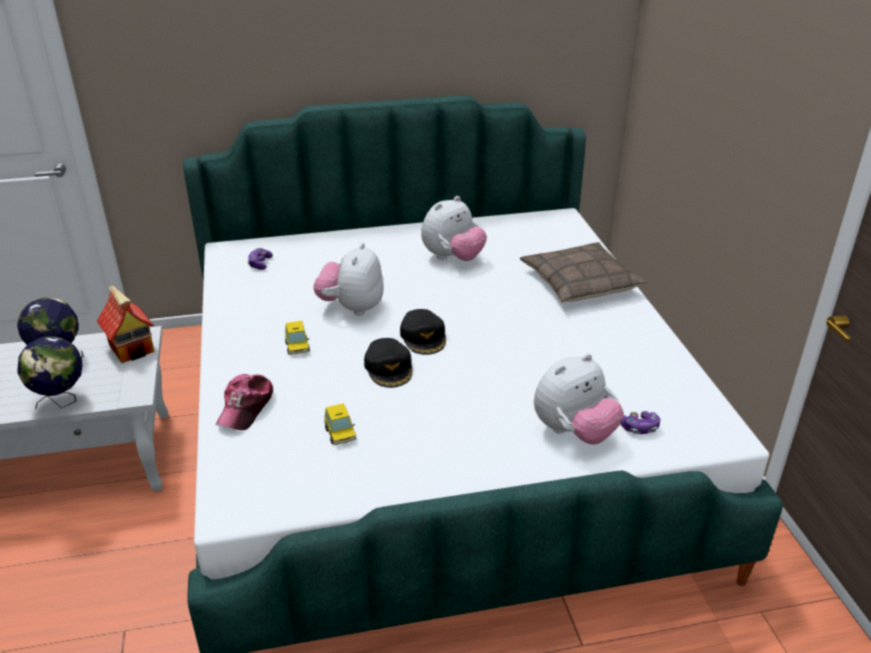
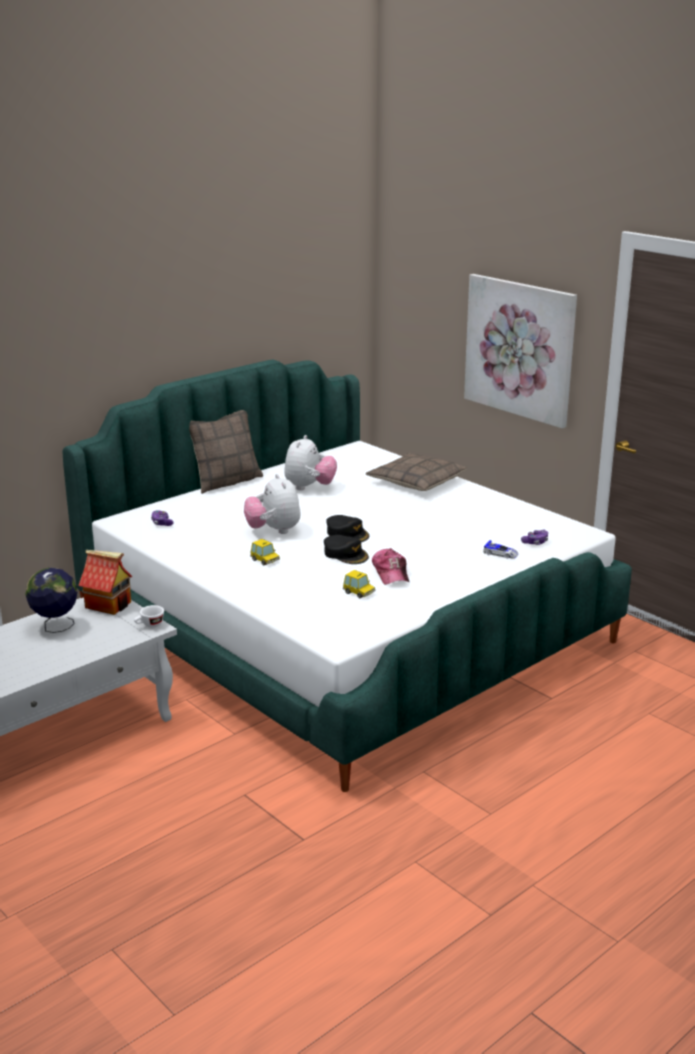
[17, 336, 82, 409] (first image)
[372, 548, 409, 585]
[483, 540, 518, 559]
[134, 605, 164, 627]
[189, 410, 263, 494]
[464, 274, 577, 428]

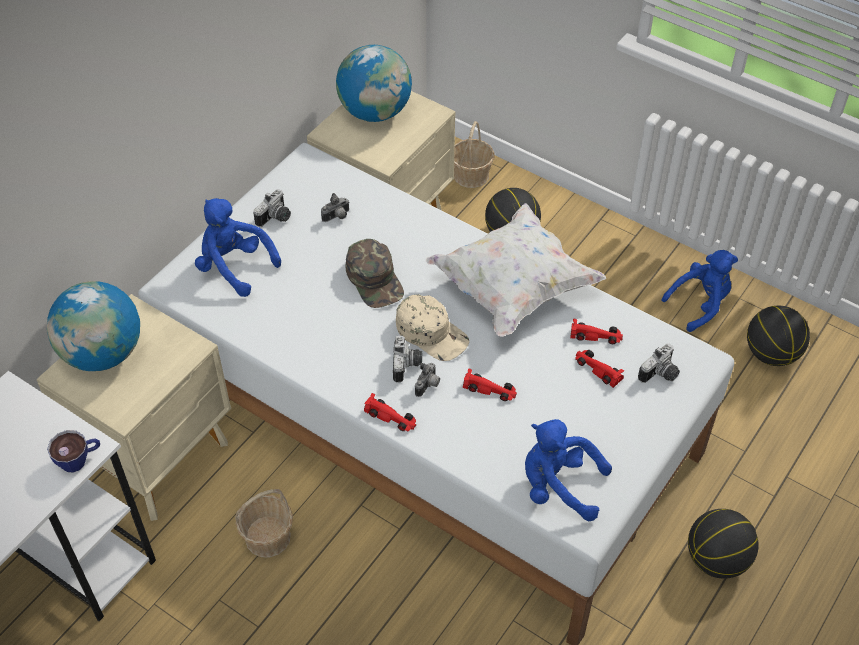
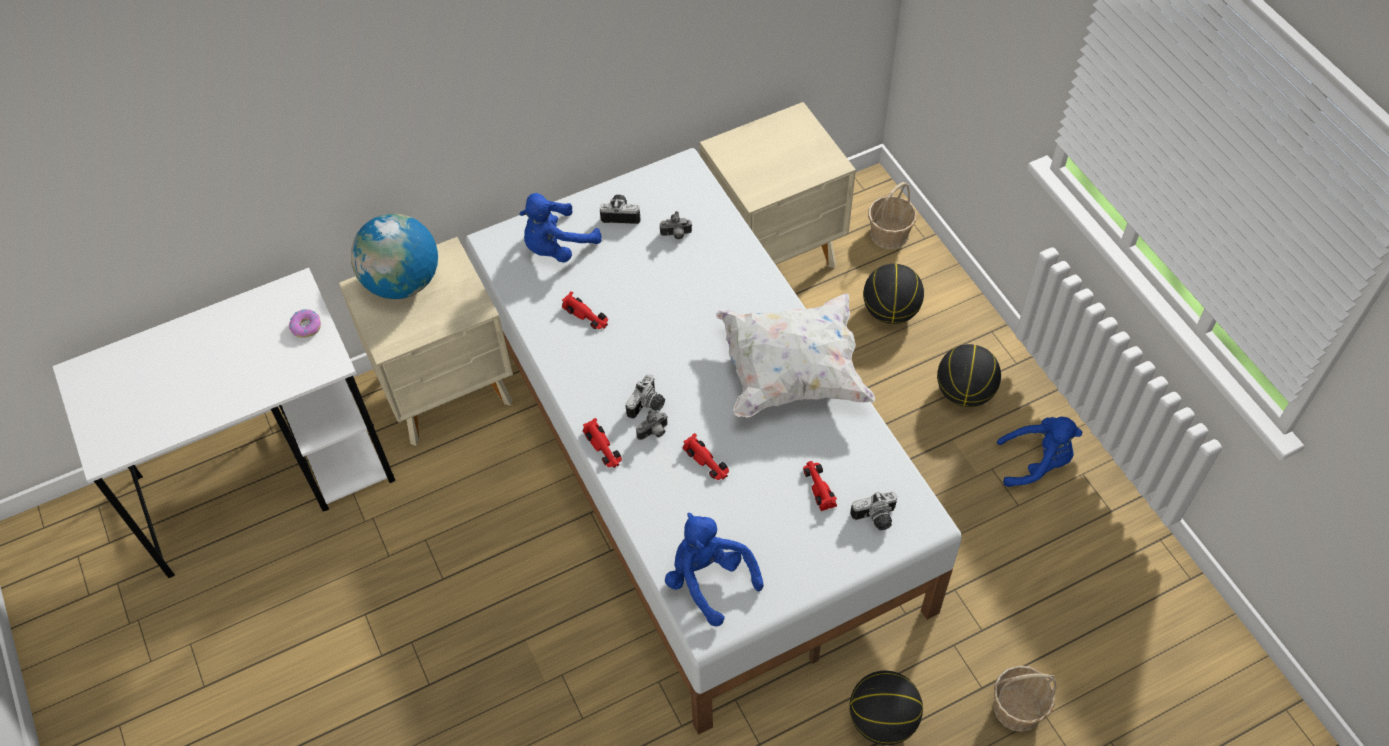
[47, 430, 100, 473] (first image)
[519, 193, 602, 263]
[994, 665, 1057, 732]
[600, 194, 641, 224]
[336, 45, 412, 122] (first image)
[346, 239, 404, 308] (first image)
[396, 294, 469, 361] (first image)
[562, 291, 608, 329]
[937, 344, 1001, 407]
[289, 309, 321, 338]

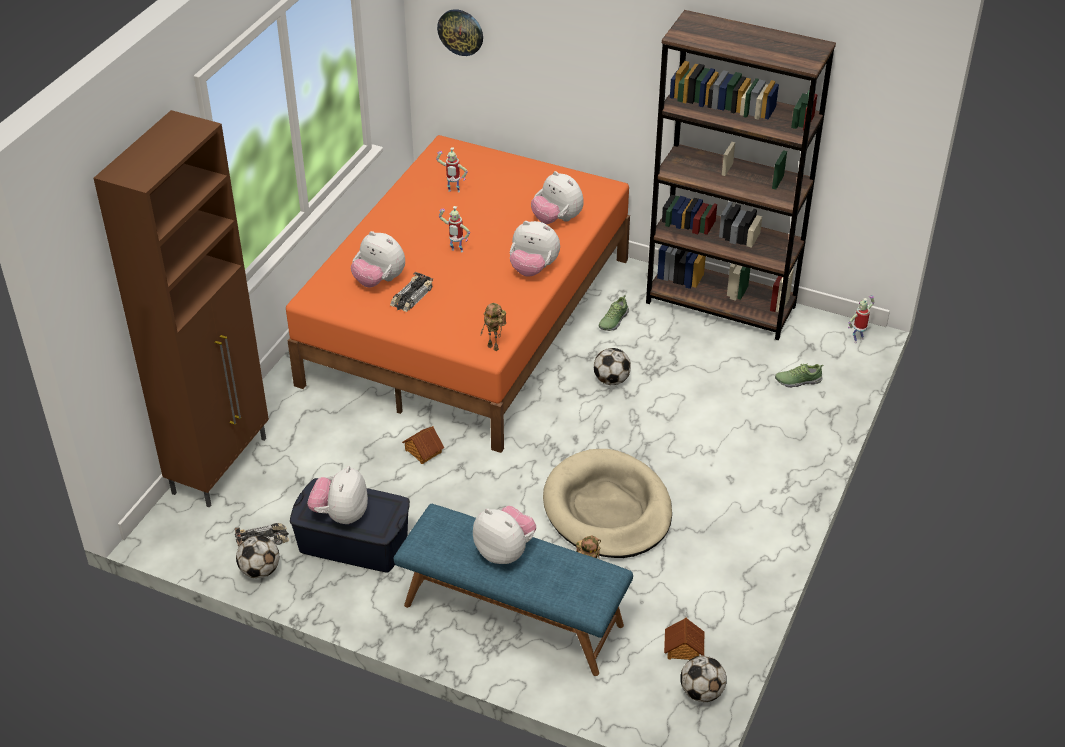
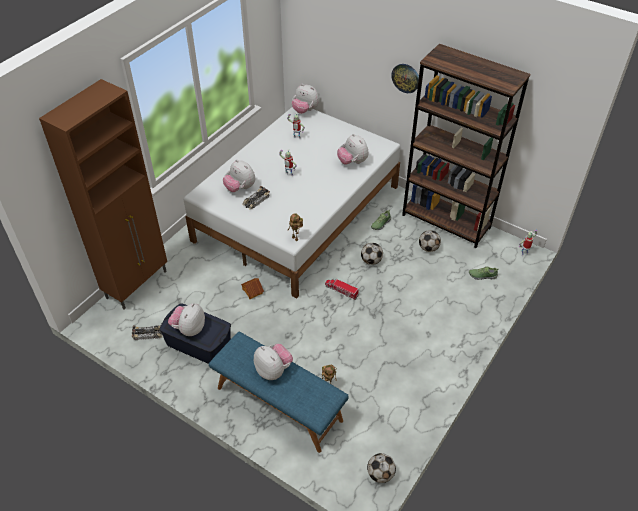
[419, 230, 441, 252]
[184, 107, 400, 298]
[391, 64, 419, 93]
[292, 84, 319, 114]
[543, 449, 672, 558] (first image)
[664, 618, 704, 660] (first image)
[325, 279, 359, 300]

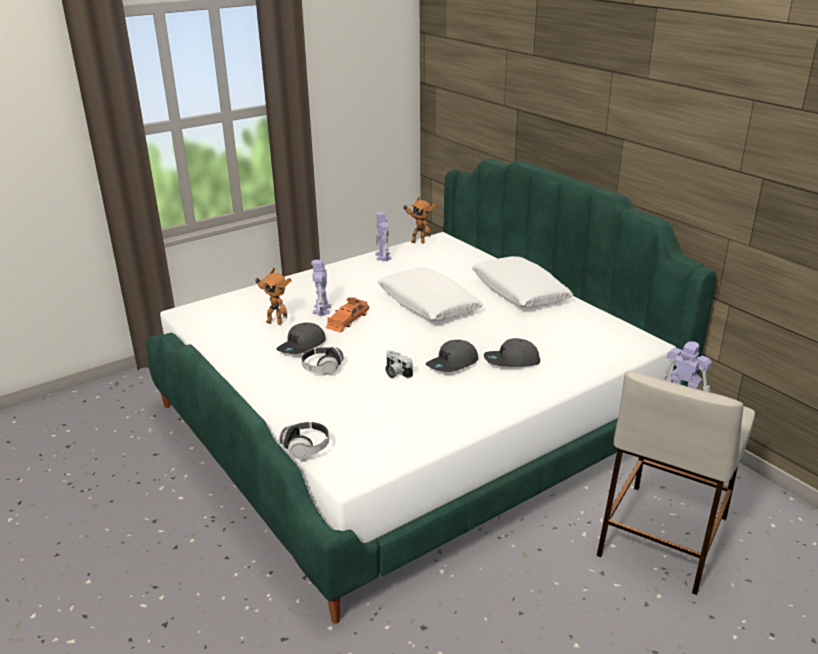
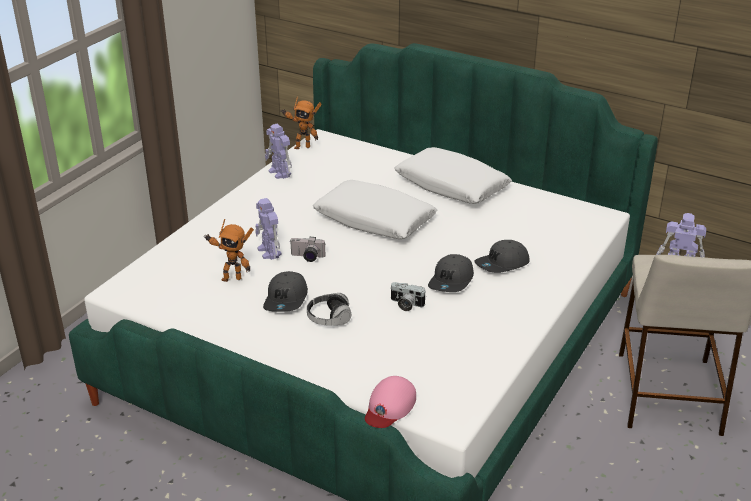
[365, 376, 416, 428]
[290, 237, 326, 262]

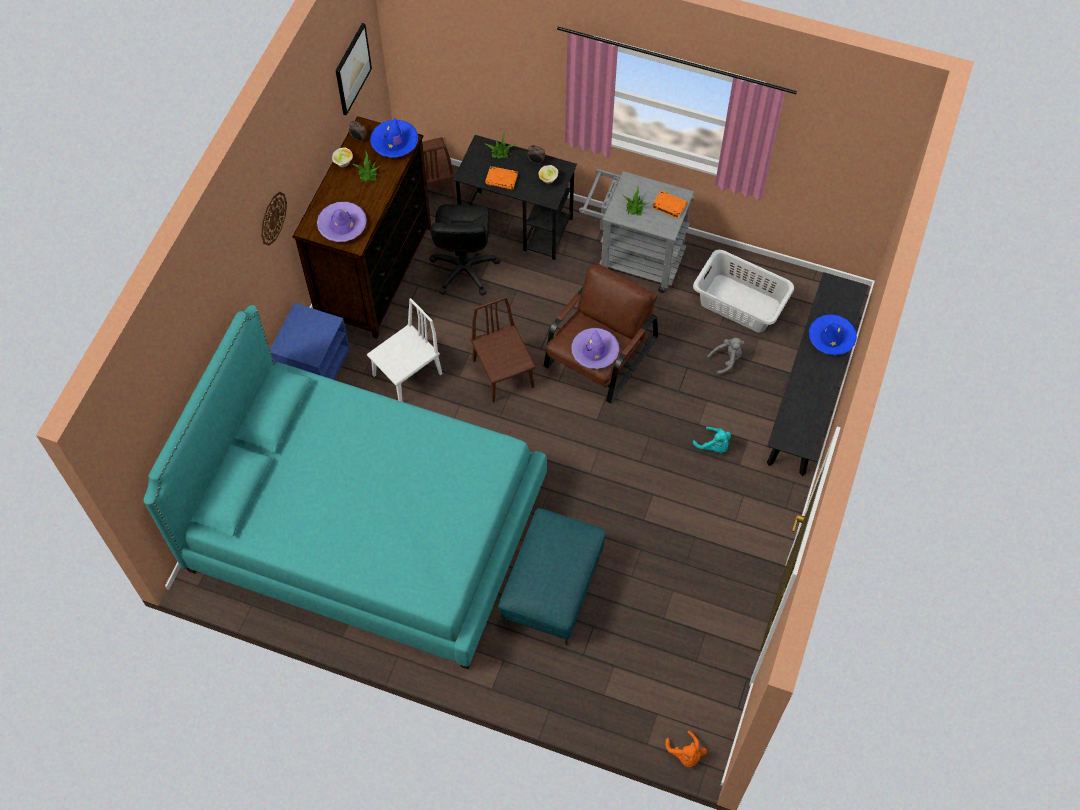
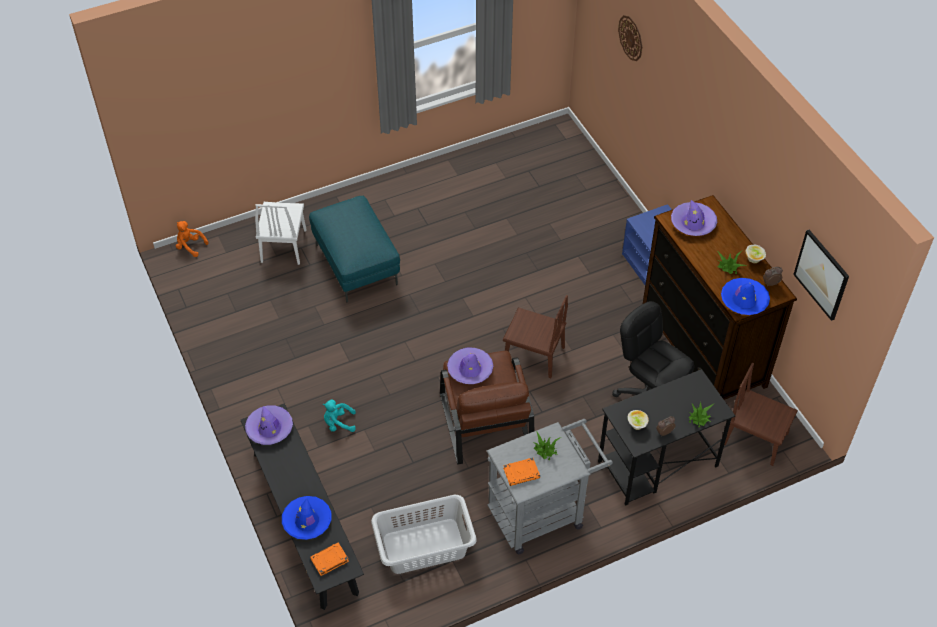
[143, 305, 547, 669] (first image)
[618, 15, 642, 61]
[255, 202, 307, 265]
[310, 542, 349, 576]
[707, 338, 744, 375] (first image)
[245, 406, 293, 445]

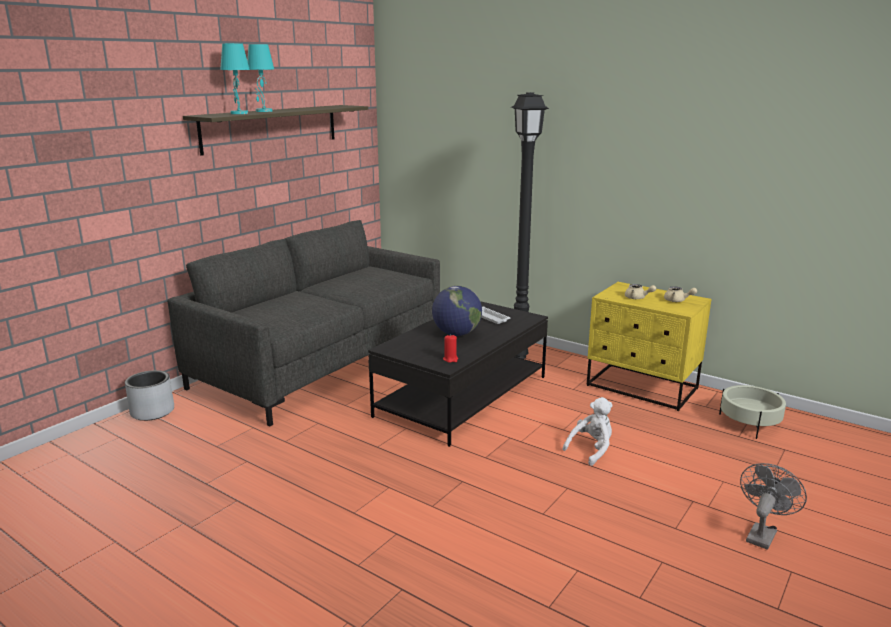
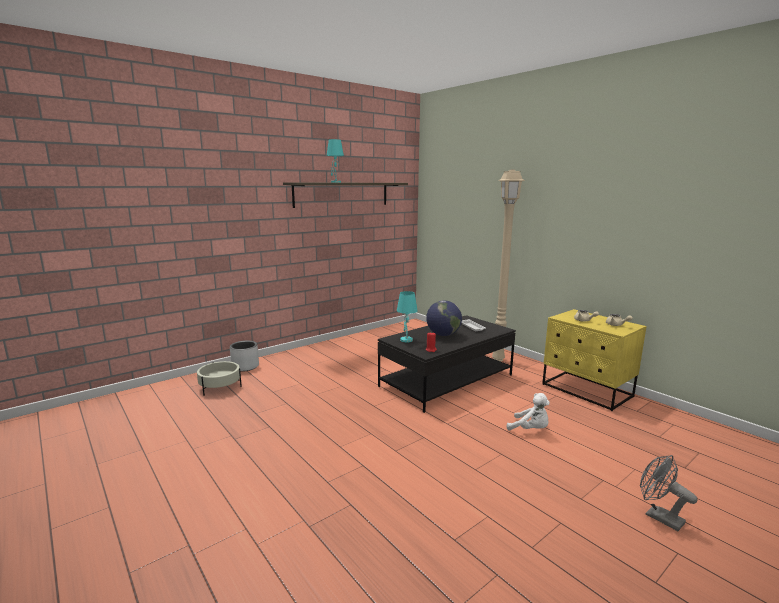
[167, 220, 440, 426] (first image)
[397, 291, 418, 342]
[492, 170, 525, 362]
[507, 393, 550, 431]
[197, 361, 242, 396]
[640, 455, 697, 531]

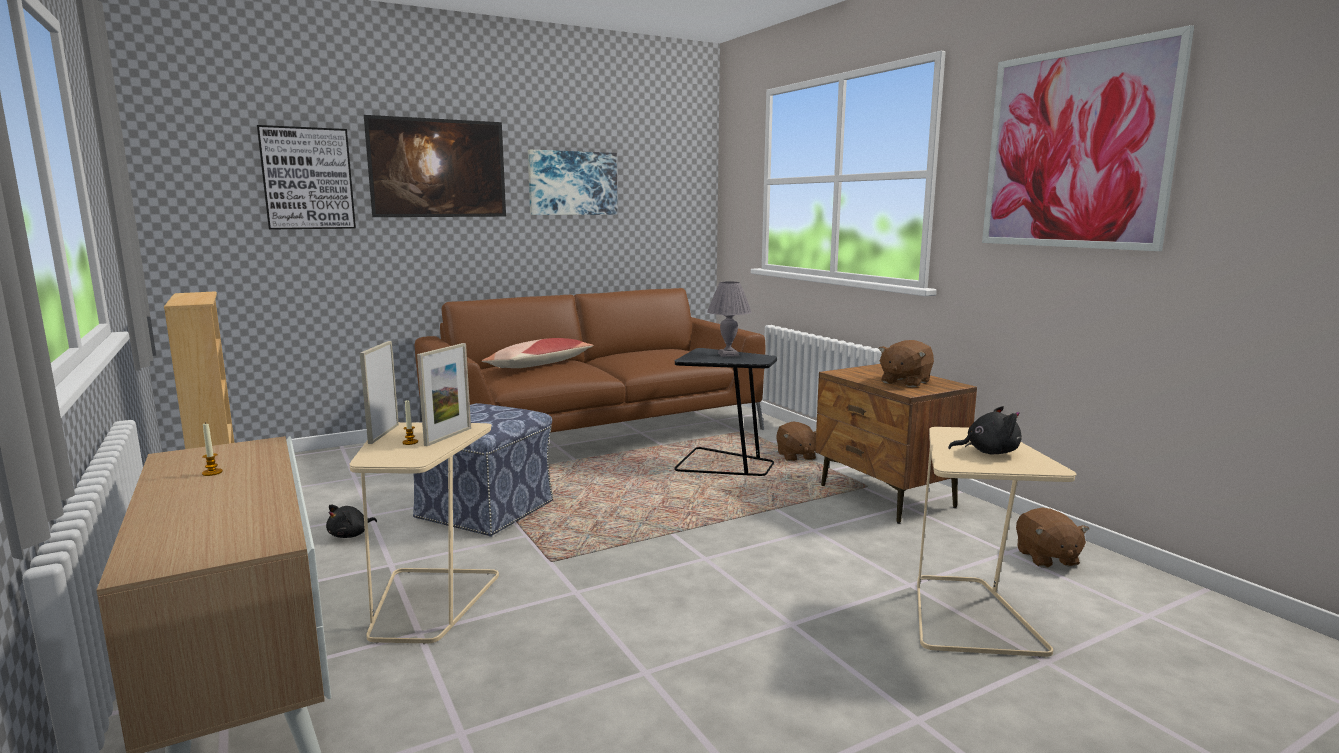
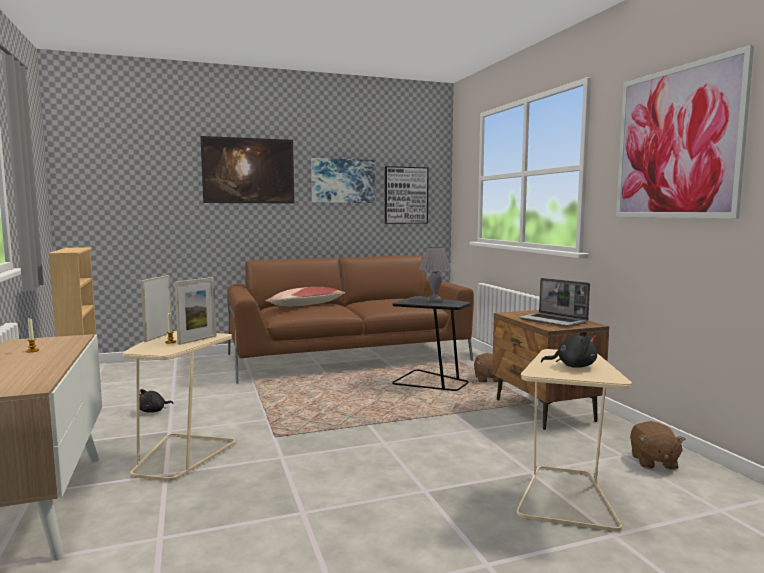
[385, 166, 429, 224]
[413, 403, 553, 537] (first image)
[518, 278, 590, 327]

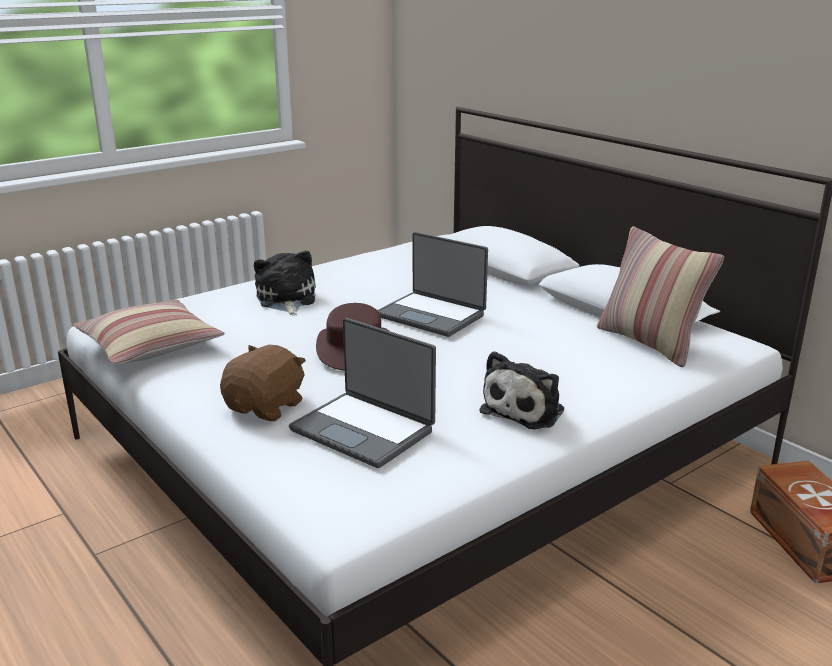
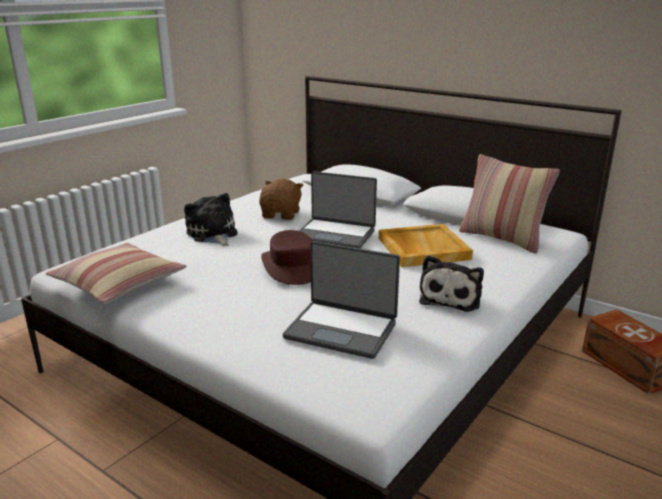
[259, 179, 303, 220]
[379, 224, 473, 267]

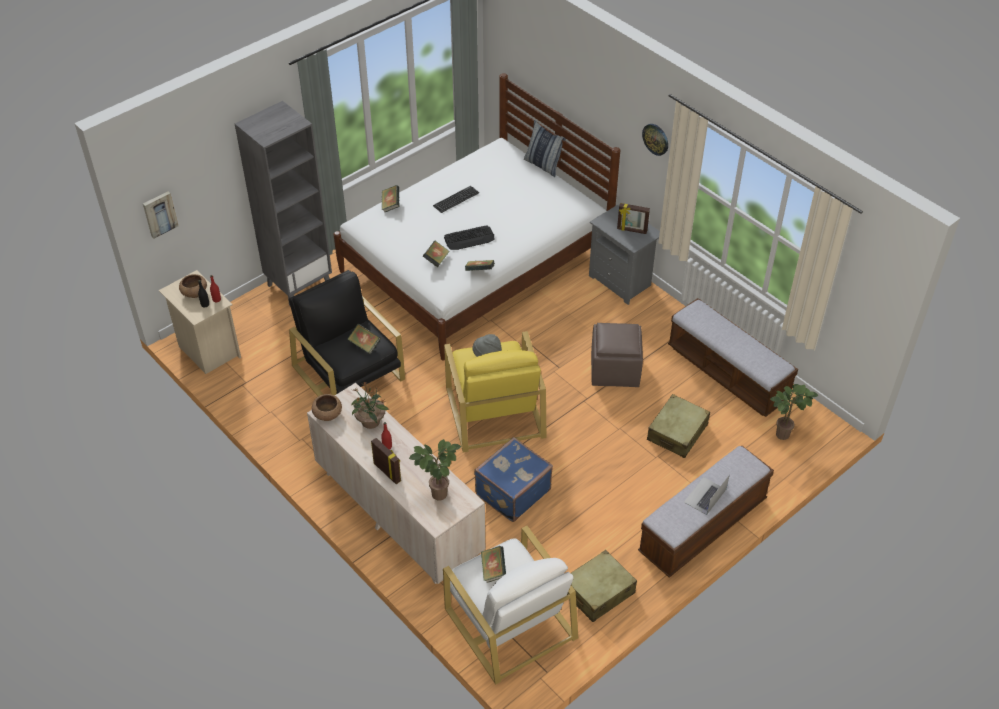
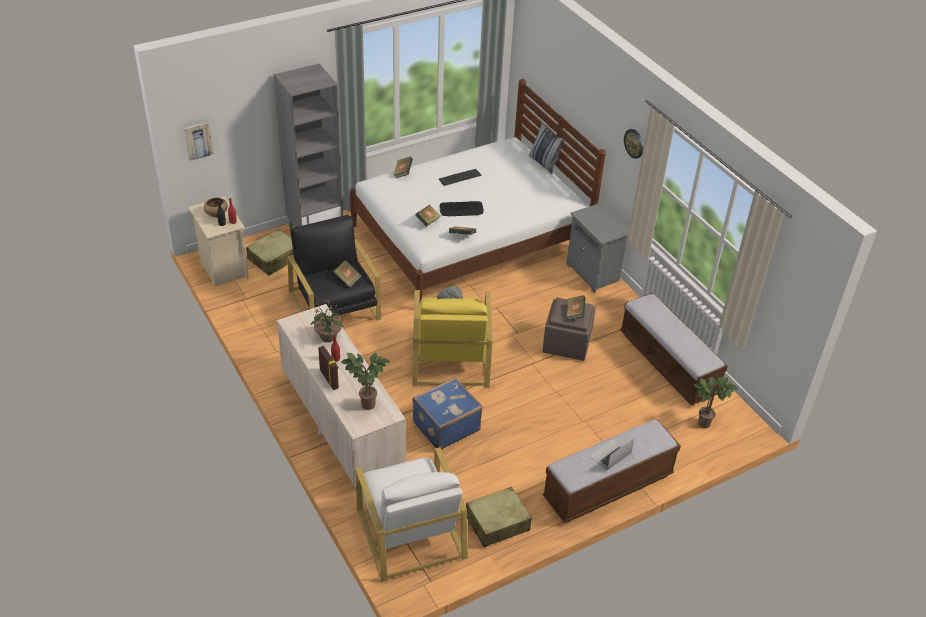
[312, 394, 342, 421] (first image)
[567, 295, 585, 320]
[617, 203, 650, 234] (first image)
[246, 229, 294, 276]

